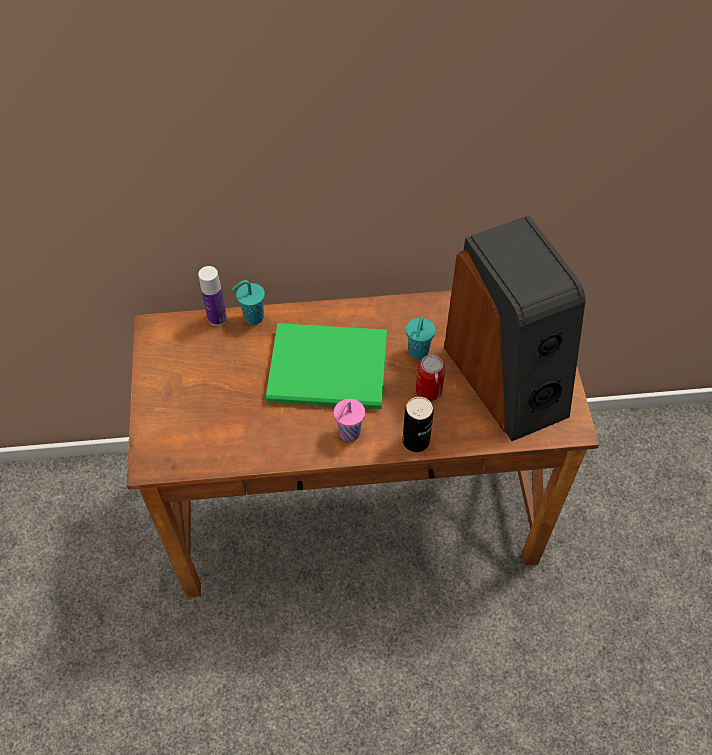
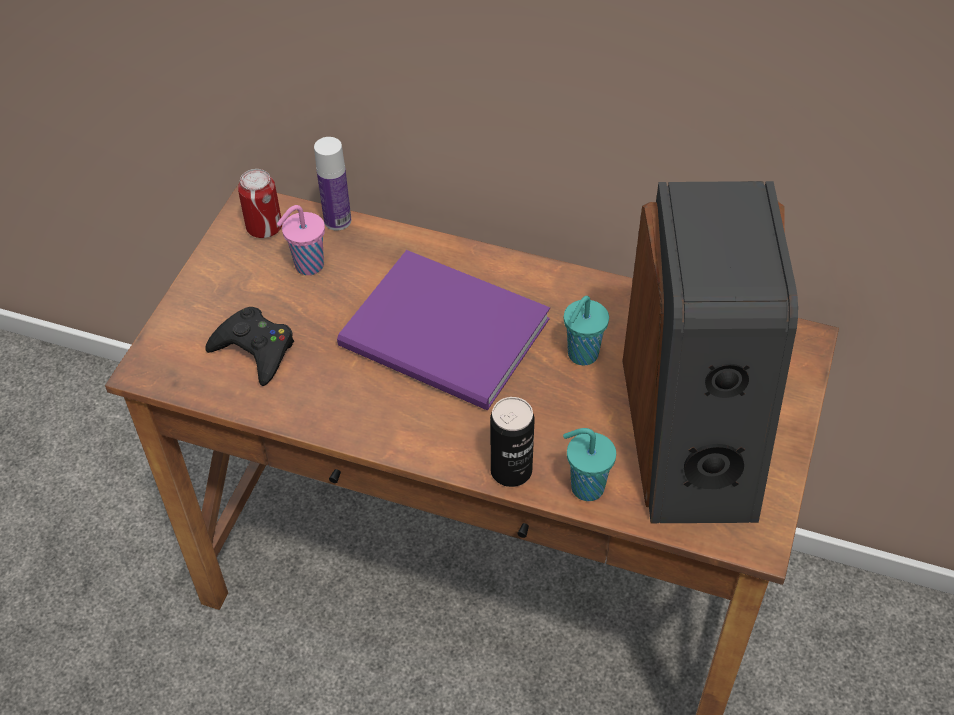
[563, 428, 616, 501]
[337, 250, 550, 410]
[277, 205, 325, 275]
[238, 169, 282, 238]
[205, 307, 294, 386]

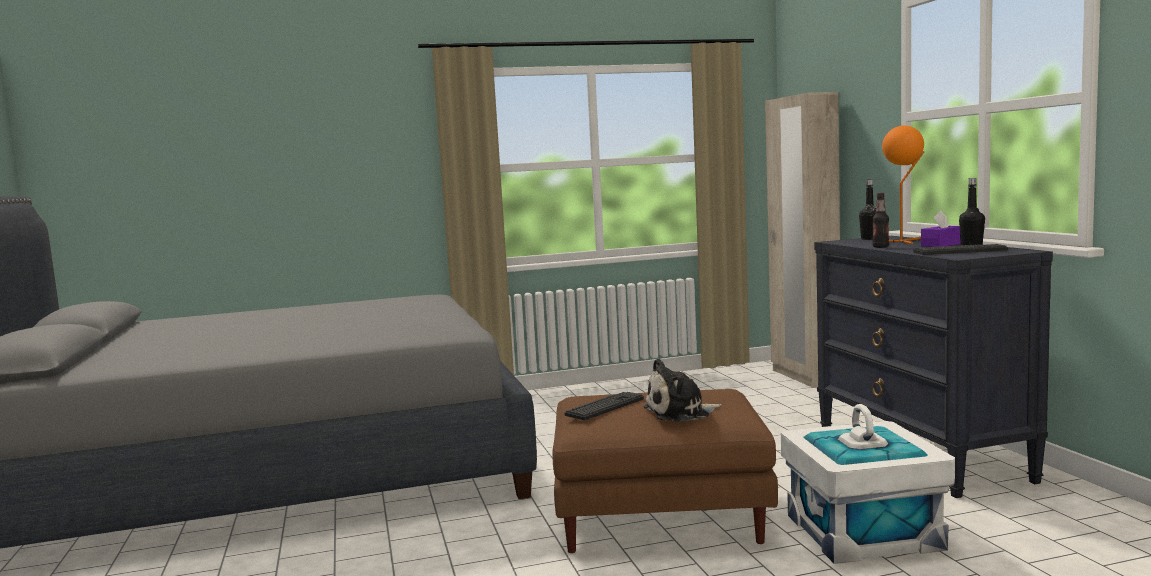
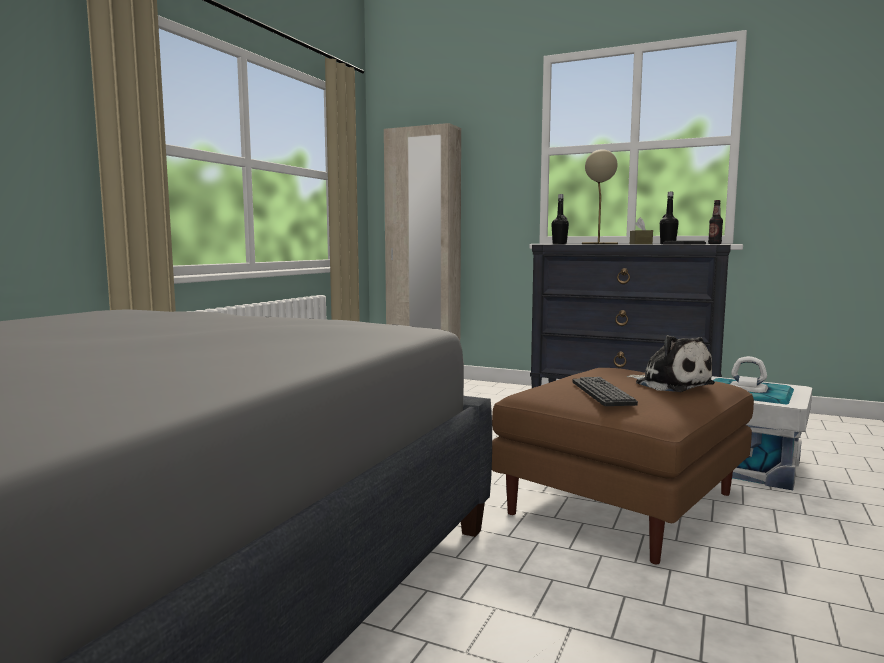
[627, 335, 715, 392]
[708, 200, 723, 244]
[582, 149, 618, 244]
[630, 217, 653, 244]

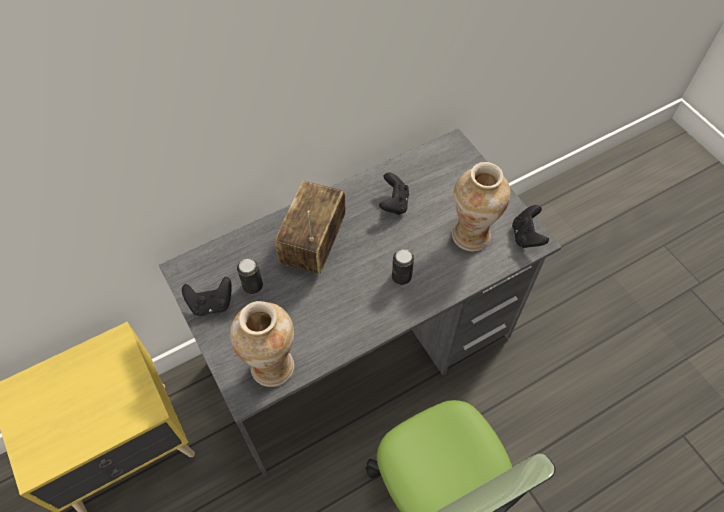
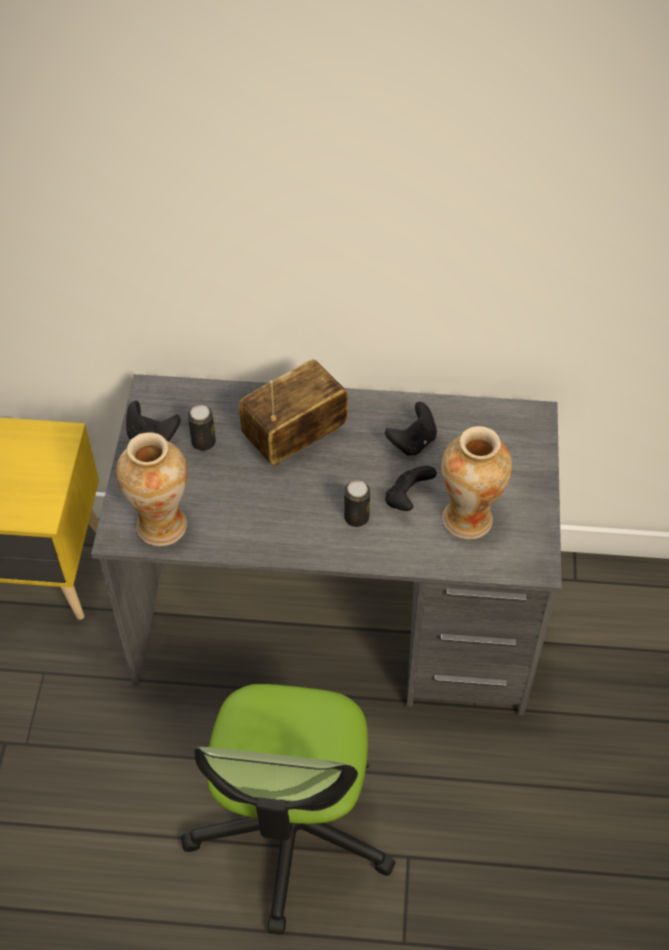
[385, 466, 437, 511]

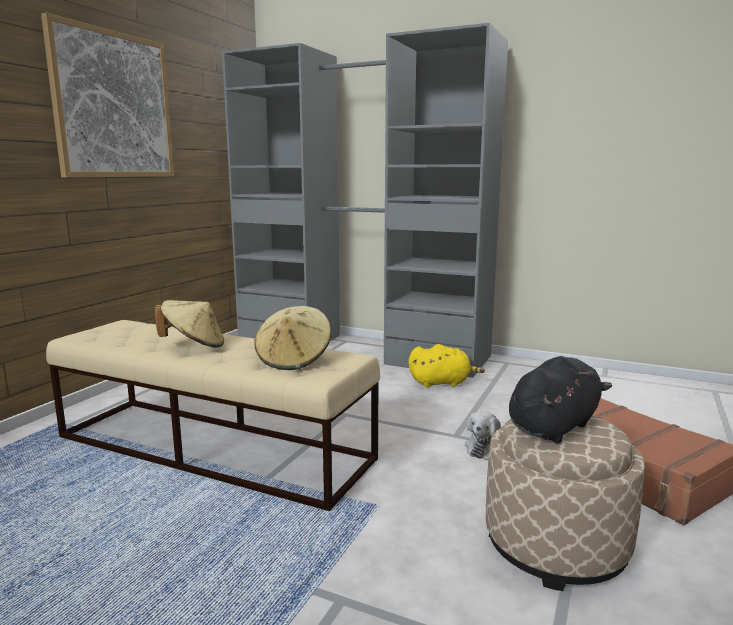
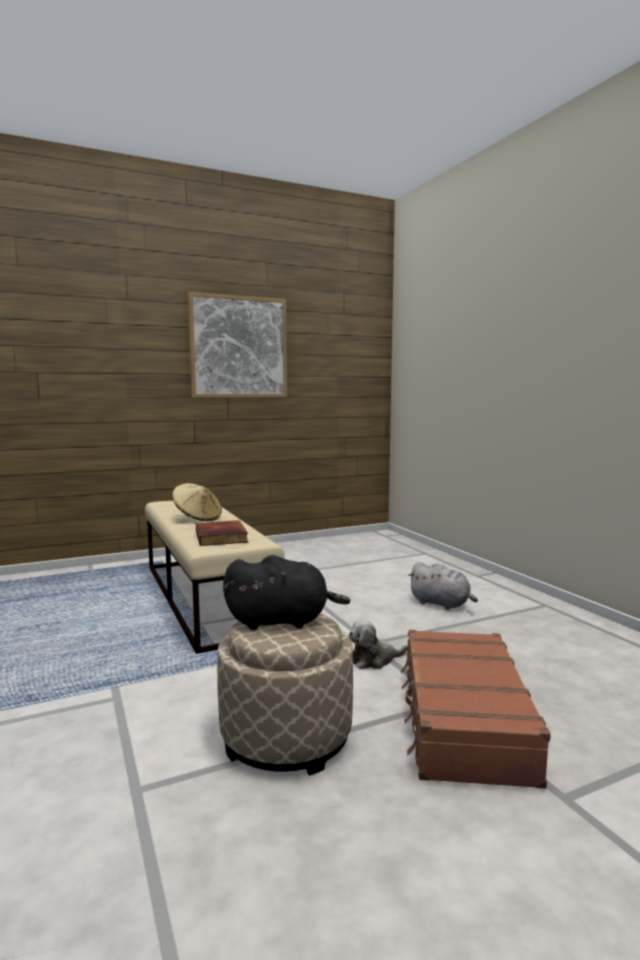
[222, 23, 508, 378] (first image)
[196, 520, 248, 546]
[408, 562, 478, 610]

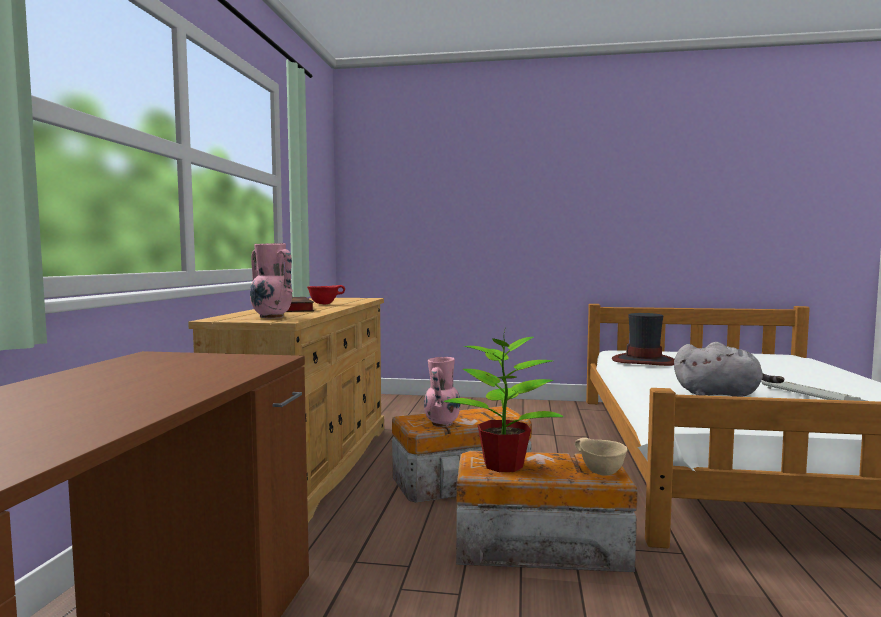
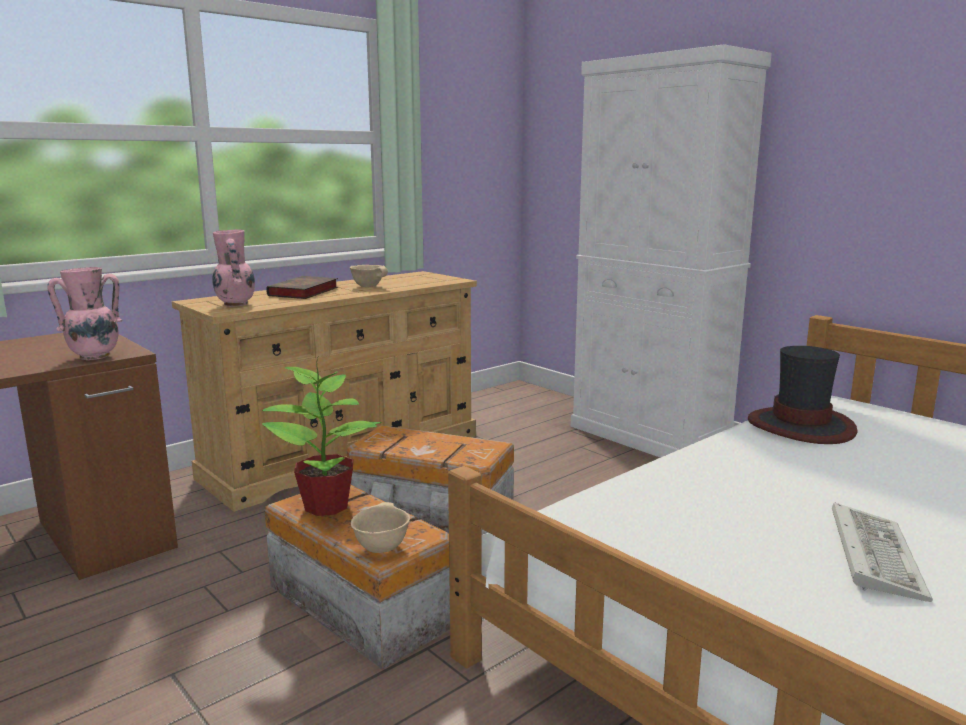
[350, 265, 388, 287]
[47, 267, 122, 360]
[674, 342, 784, 397] (first image)
[571, 44, 772, 458]

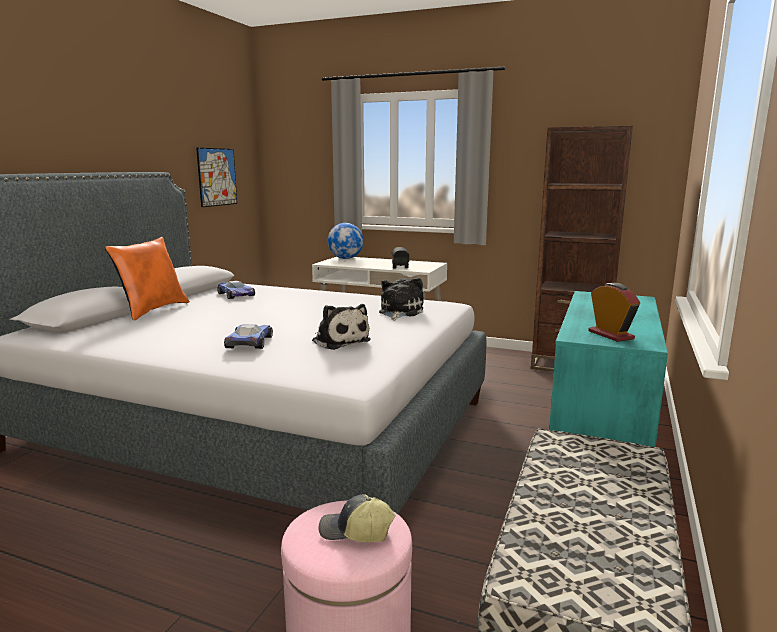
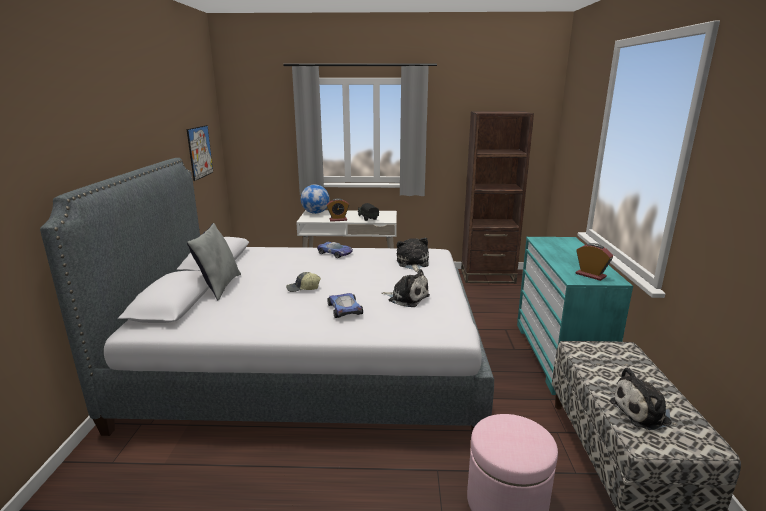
[187, 223, 241, 300]
[317, 241, 353, 258]
[286, 272, 321, 292]
[326, 198, 349, 222]
[610, 367, 673, 430]

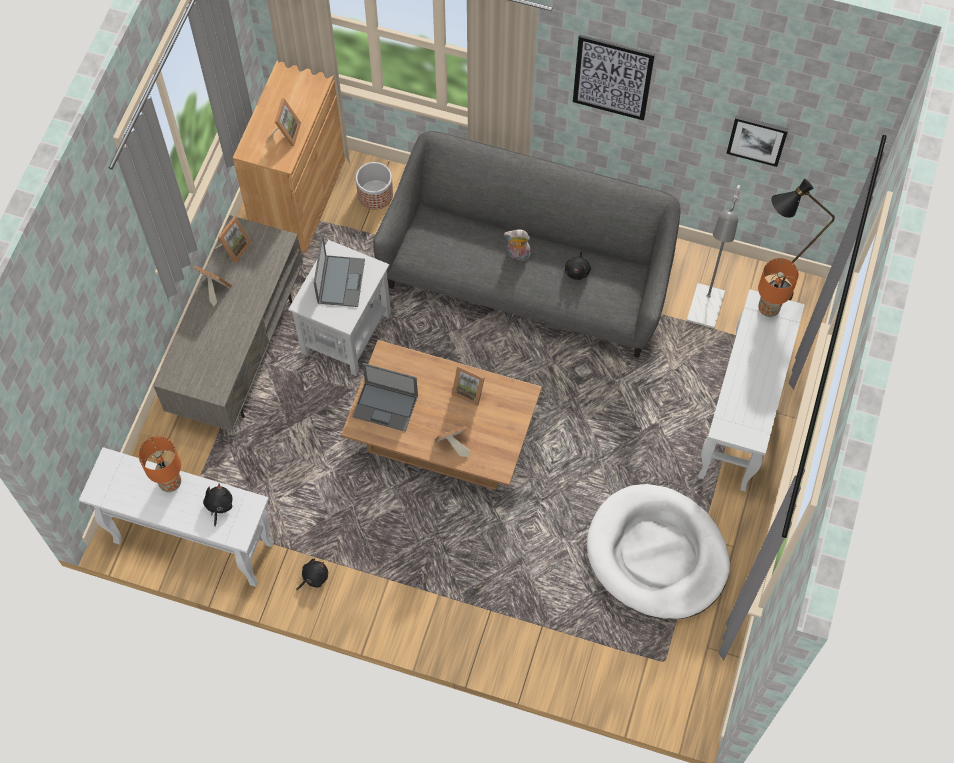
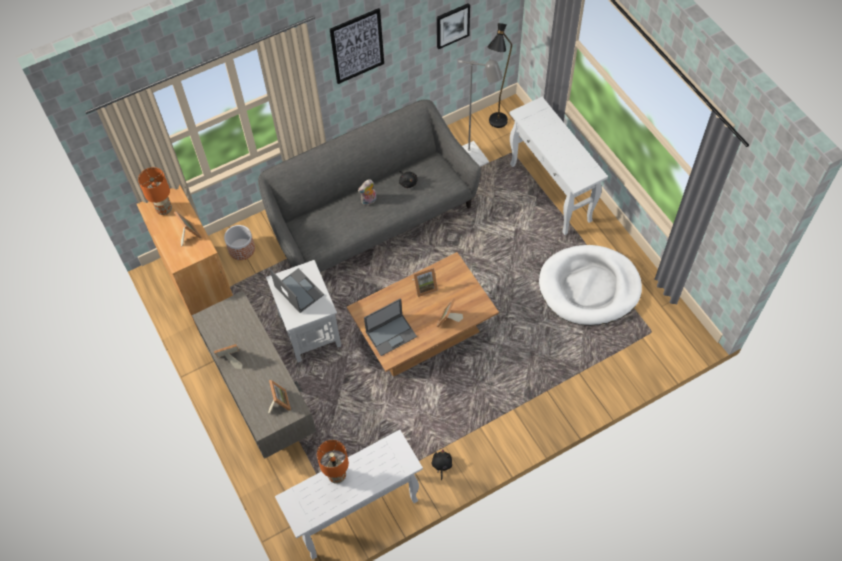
[203, 483, 232, 526] (first image)
[268, 380, 291, 414]
[138, 167, 172, 215]

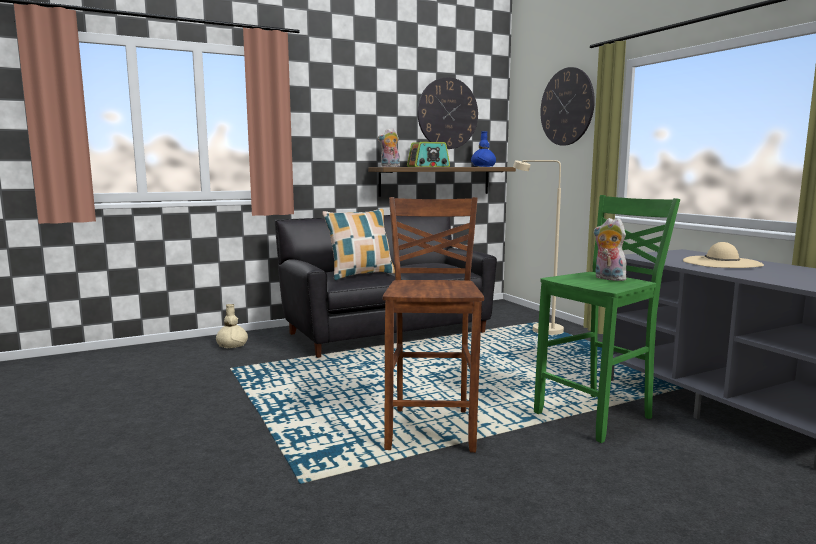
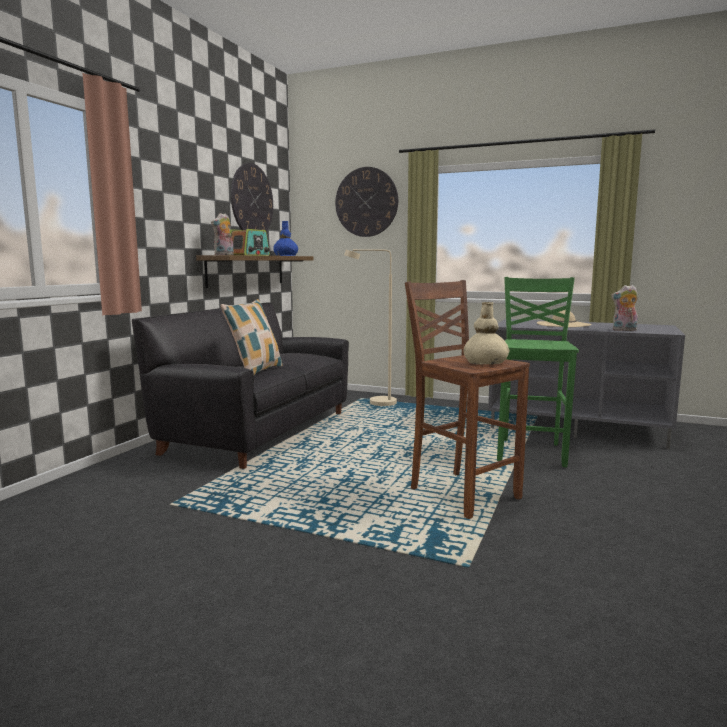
[463, 302, 509, 365]
[611, 285, 638, 331]

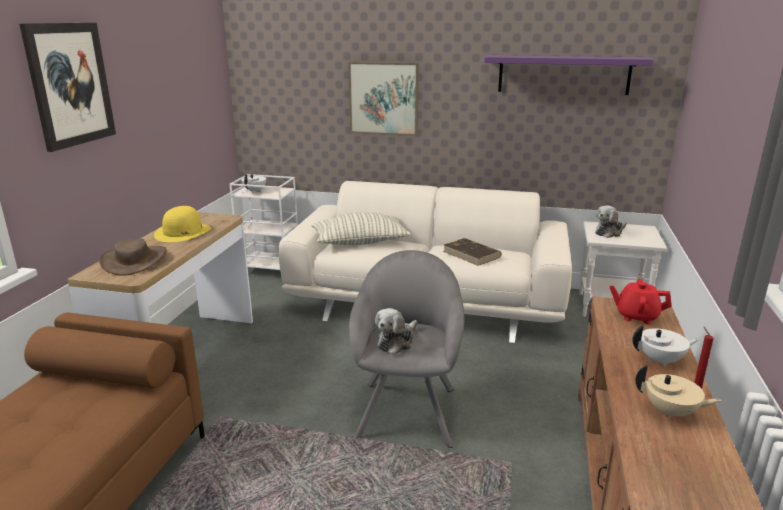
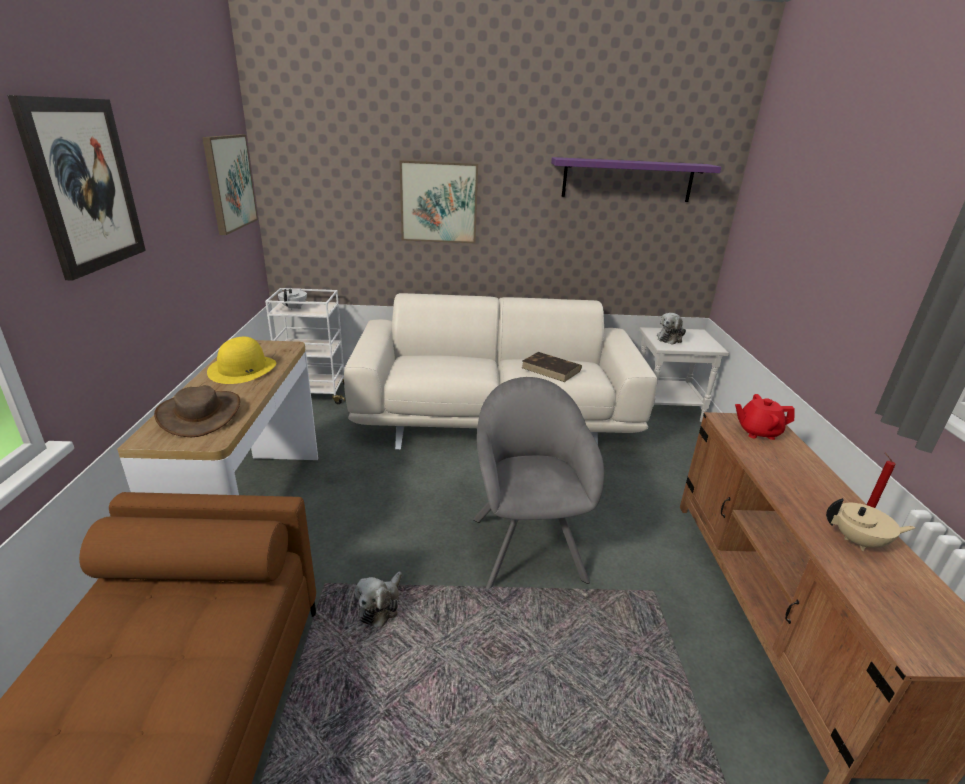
[311, 212, 410, 245] (first image)
[355, 571, 402, 627]
[632, 325, 700, 367] (first image)
[202, 134, 258, 235]

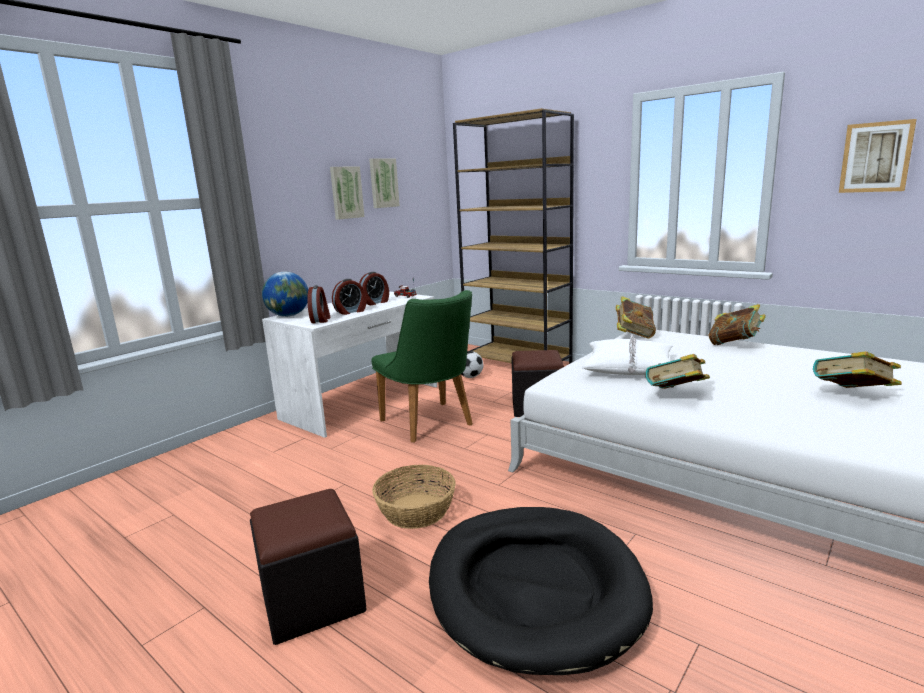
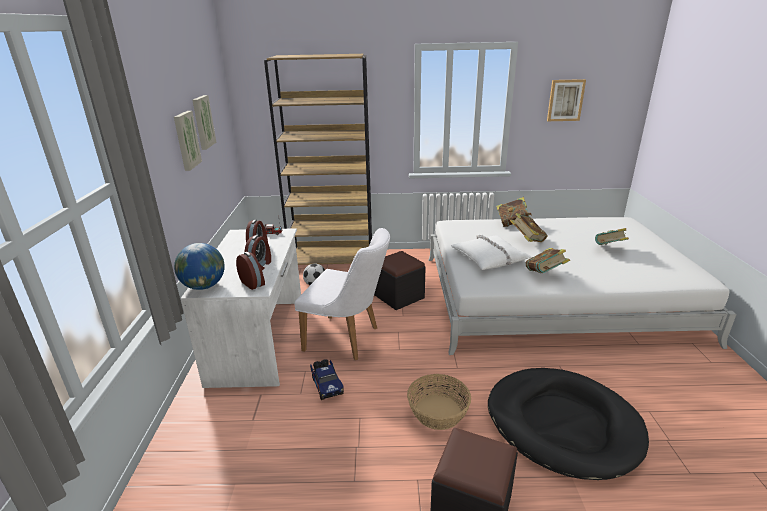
[295, 228, 390, 360]
[510, 213, 548, 242]
[310, 359, 344, 400]

